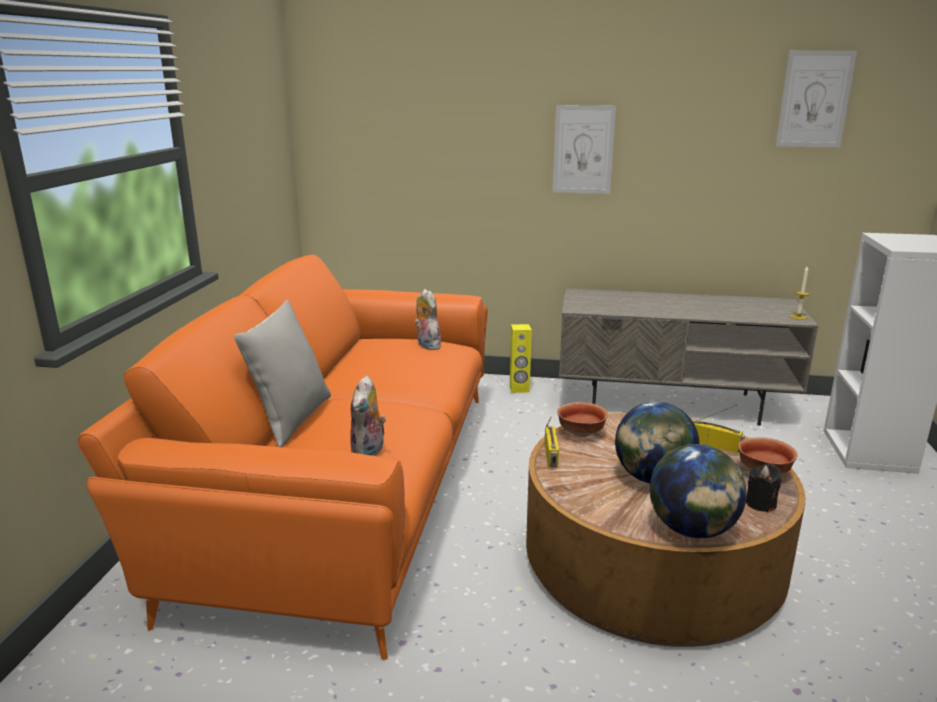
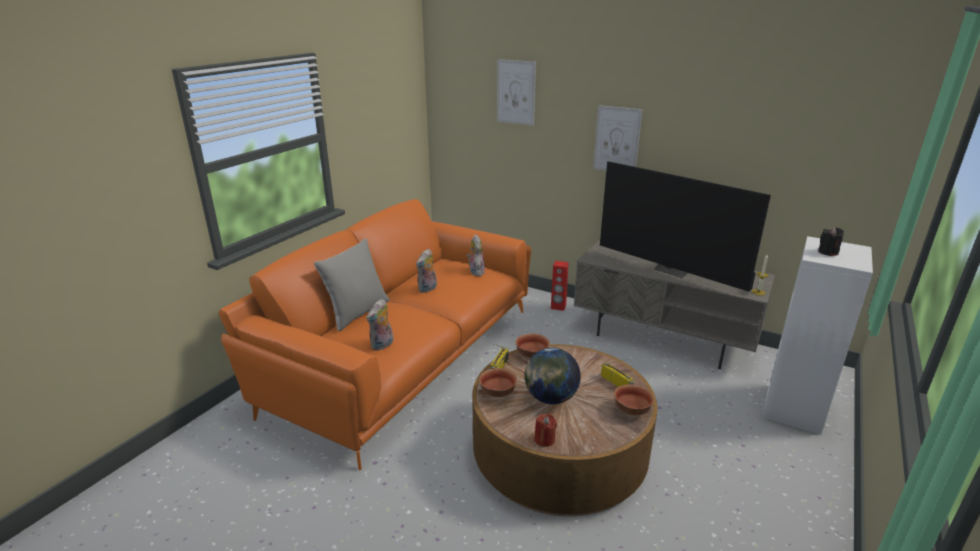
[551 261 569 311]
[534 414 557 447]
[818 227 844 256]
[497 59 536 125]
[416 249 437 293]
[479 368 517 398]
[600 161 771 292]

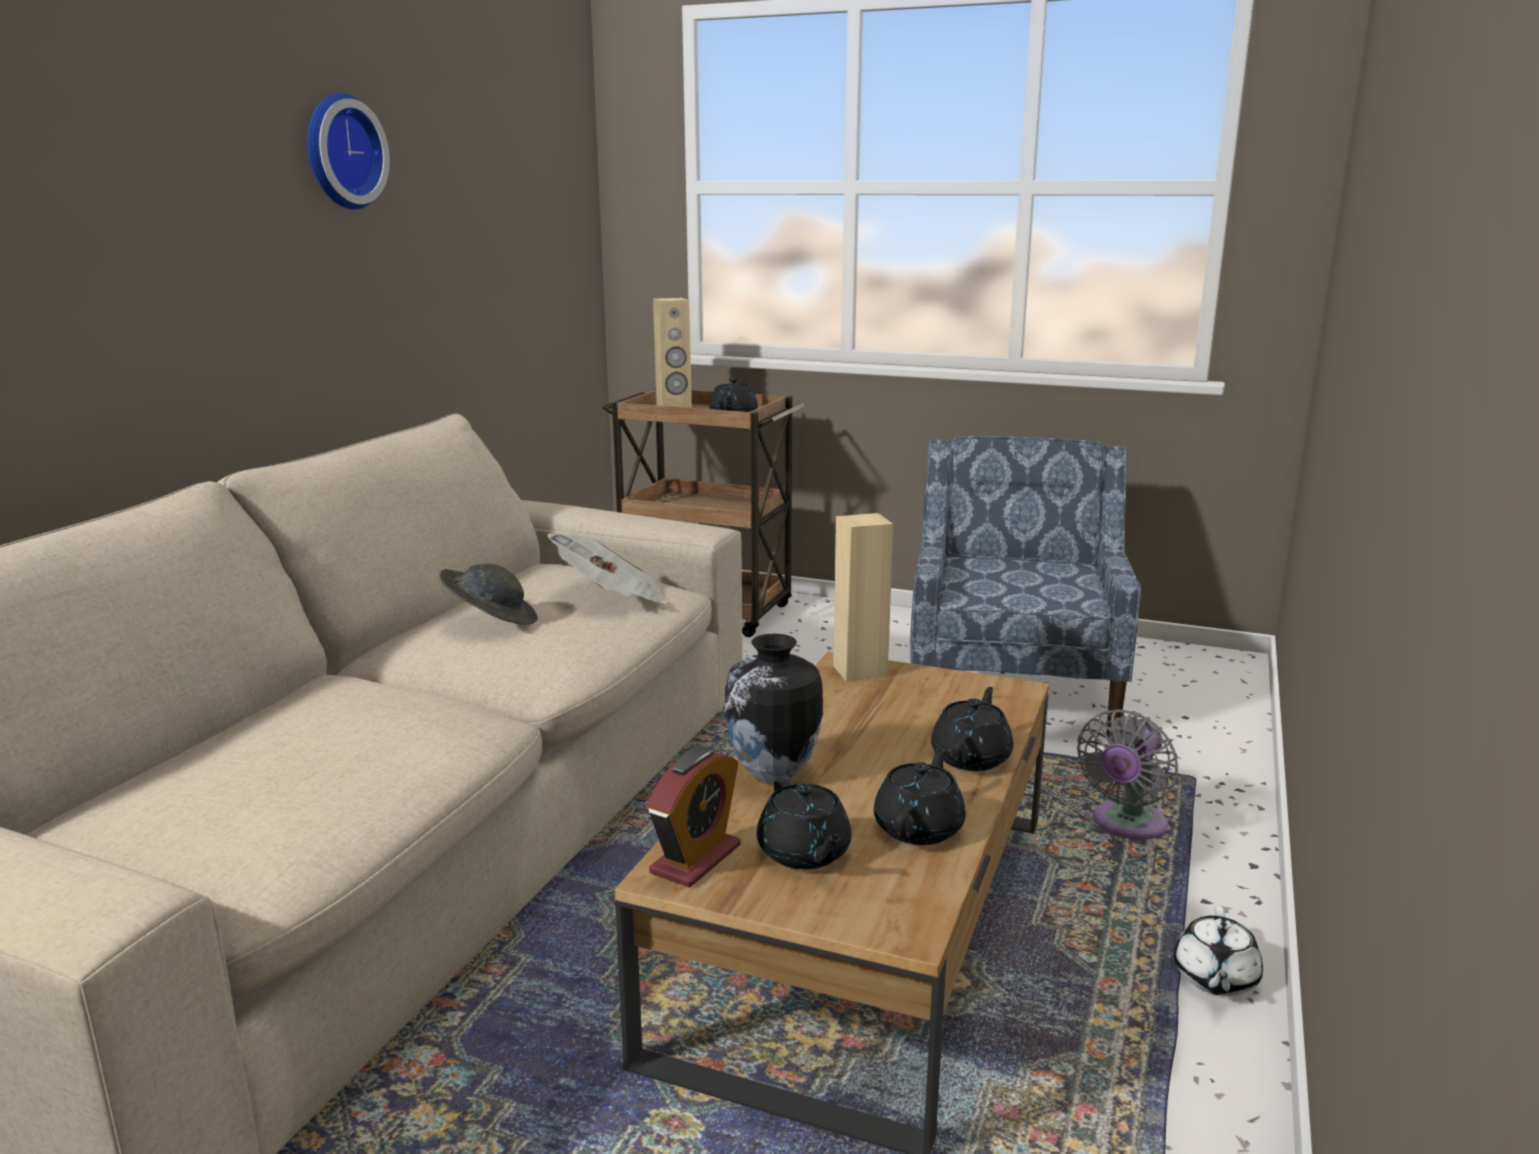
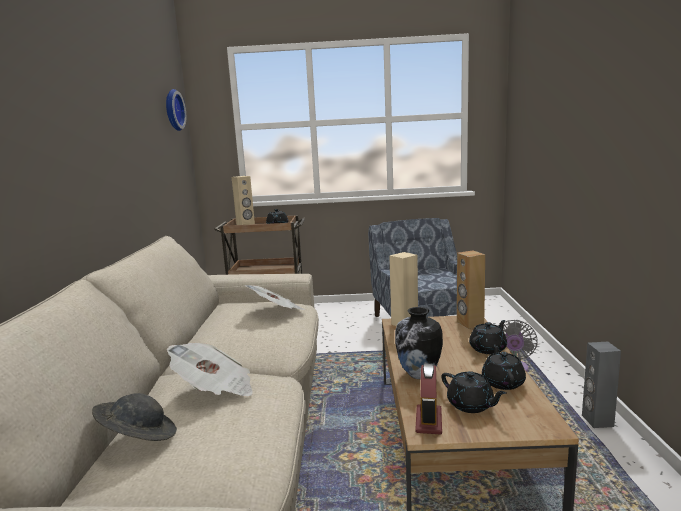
[166 89 186 131]
[92 393 177 441]
[469 320 507 354]
[582 342 621 428]
[167 343 253 396]
[457 250 485 329]

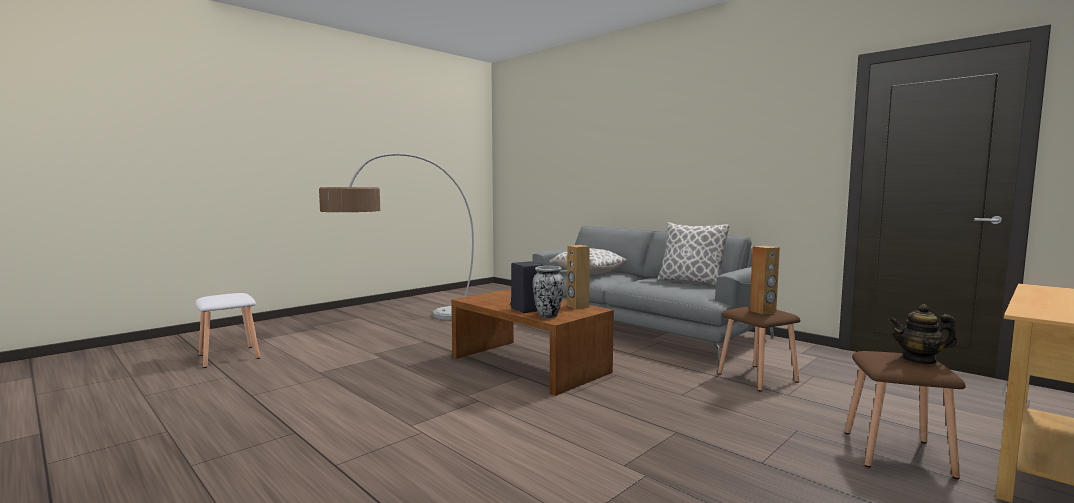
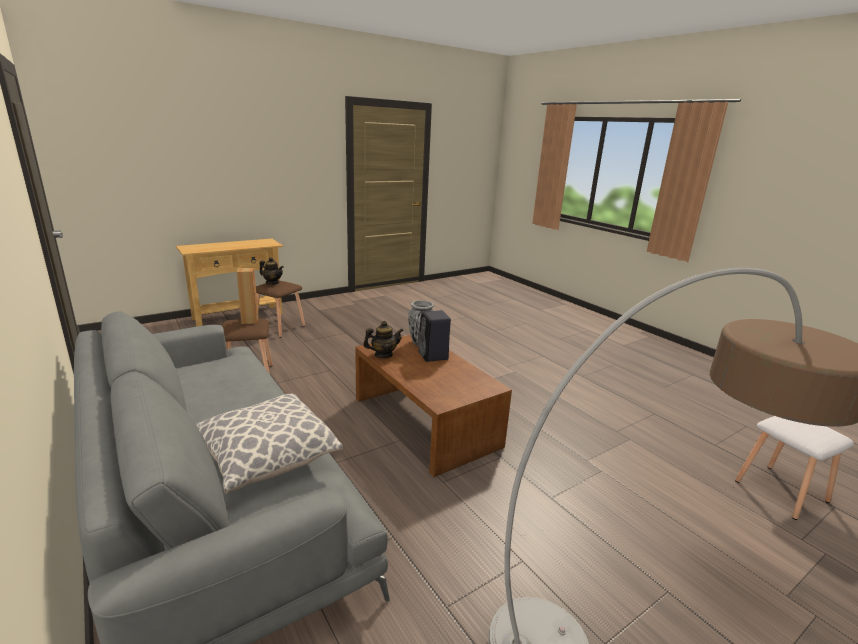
[363 321 404 358]
[657 222 730 286] (first image)

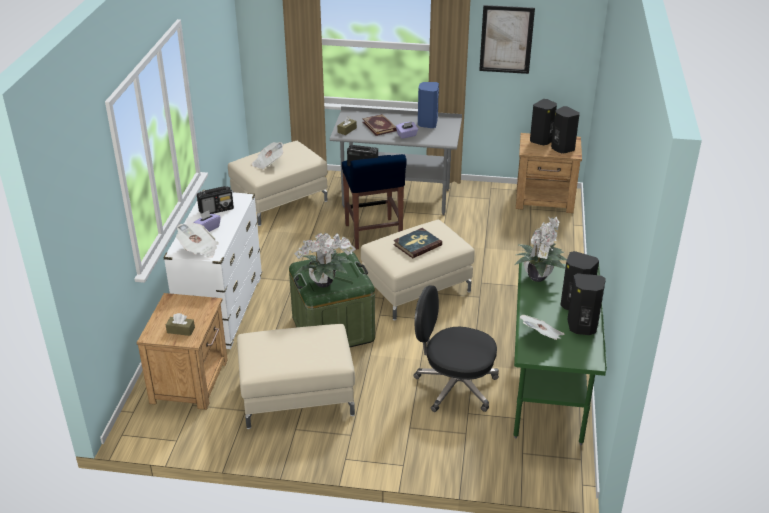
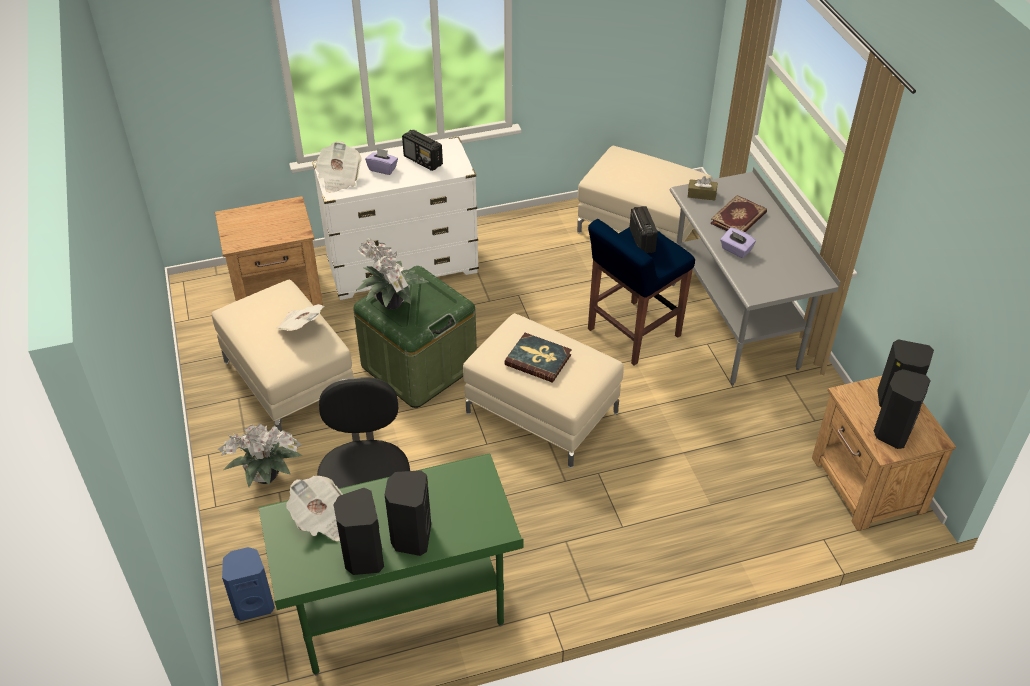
[166 313 195 336] (first image)
[276 304 324 331]
[222 547 275 621]
[479 5 535 74] (first image)
[218 424 302 487]

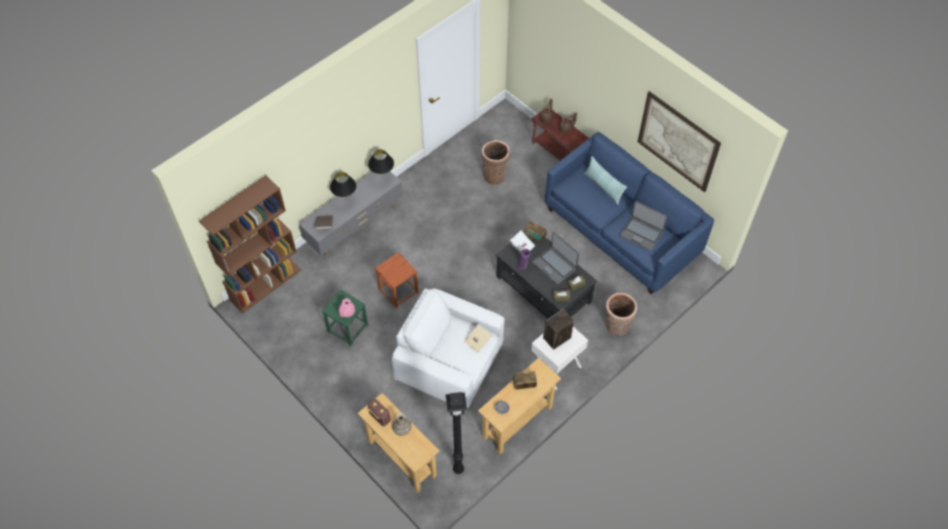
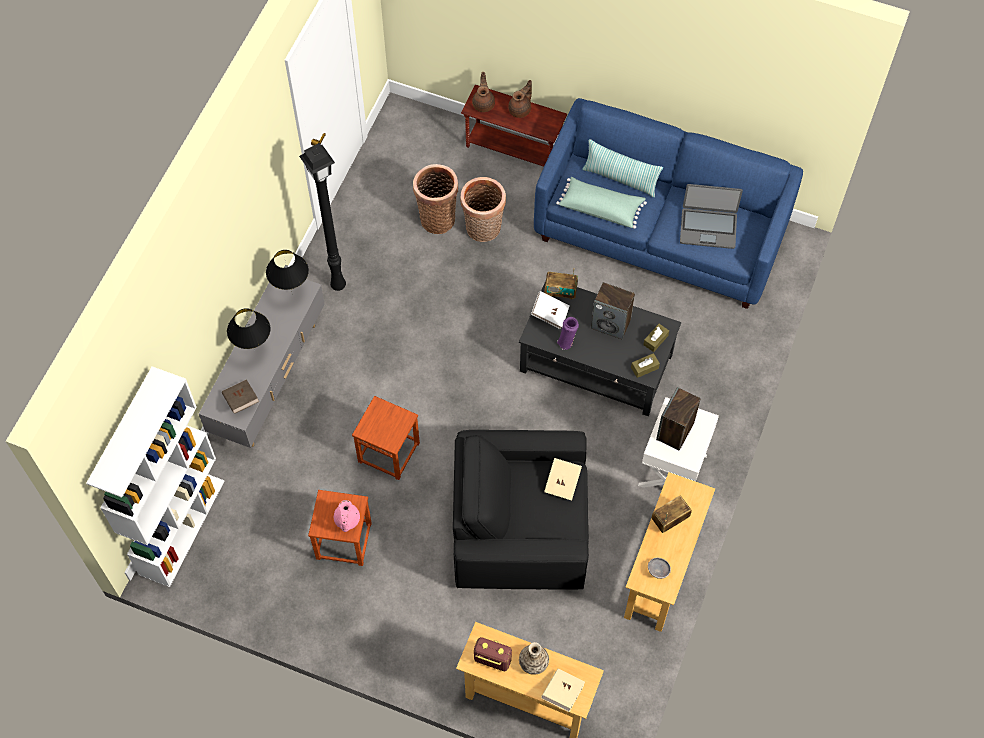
[86 366 224 587]
[308 490 372 566]
[453 430 589 589]
[299 143 346 291]
[591 282 635 340]
[460 177 506 242]
[637 91 721 193] (first image)
[541 669 585 712]
[556 177 647 229]

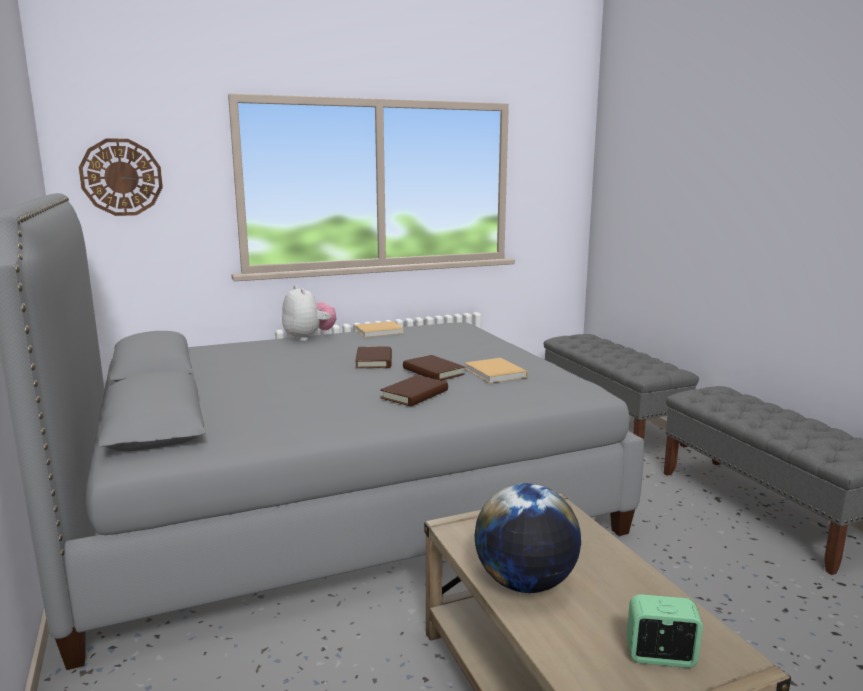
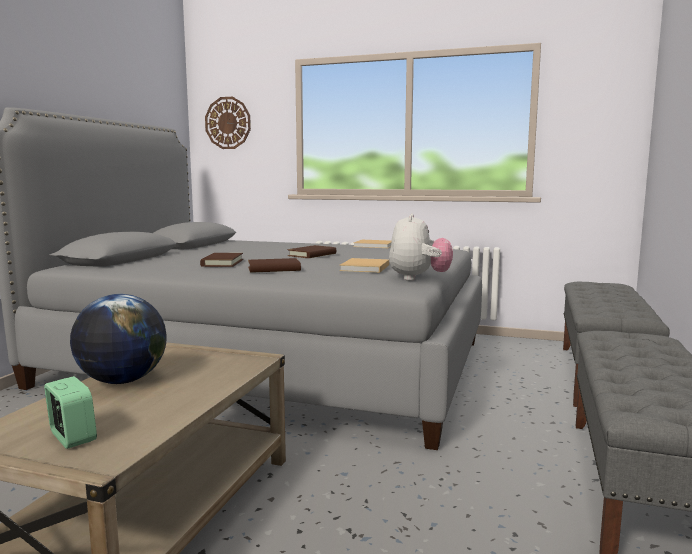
[389 213 453 281]
[200 253 243 267]

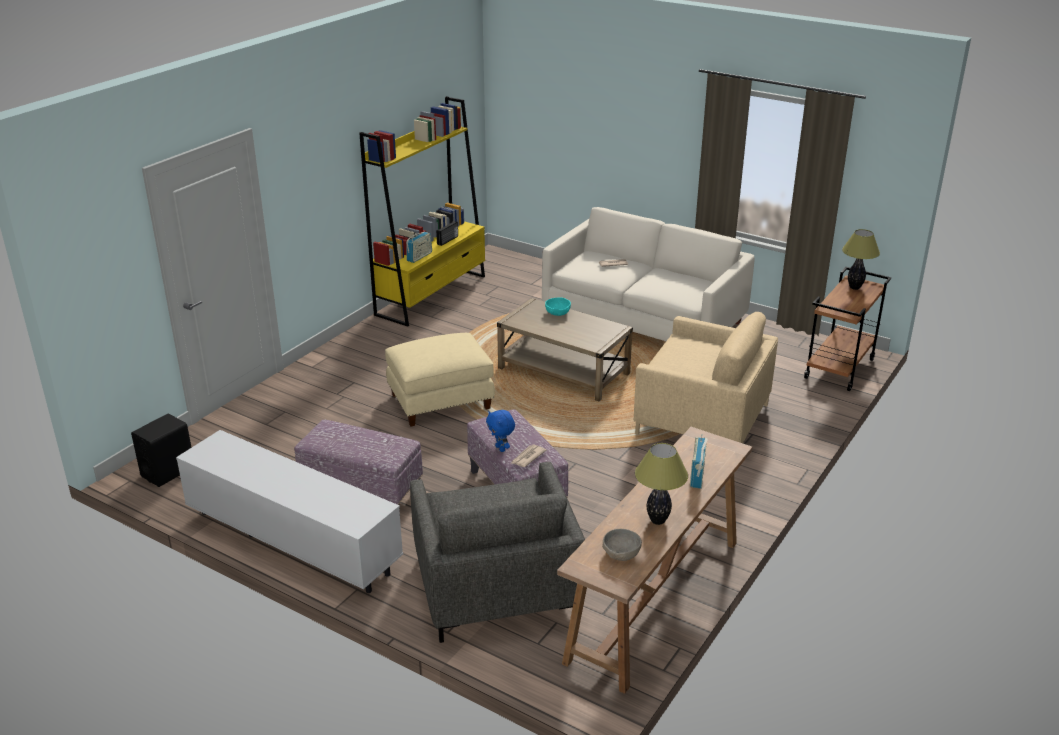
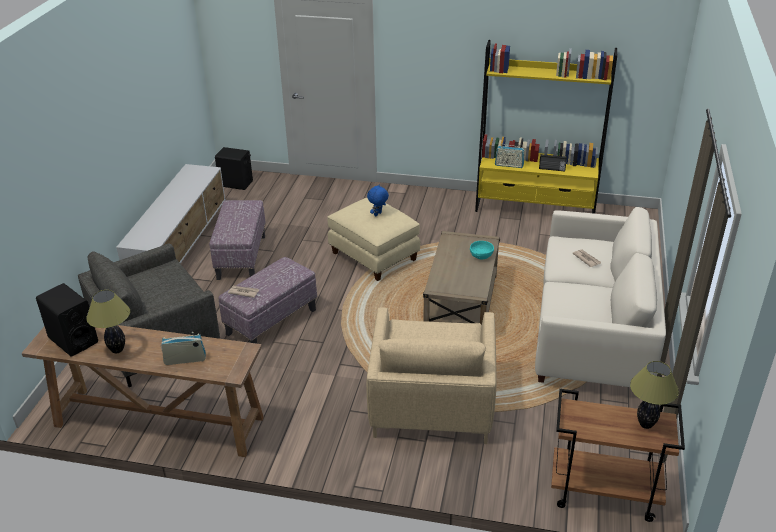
[367 184 389 216]
[36 283 98 357]

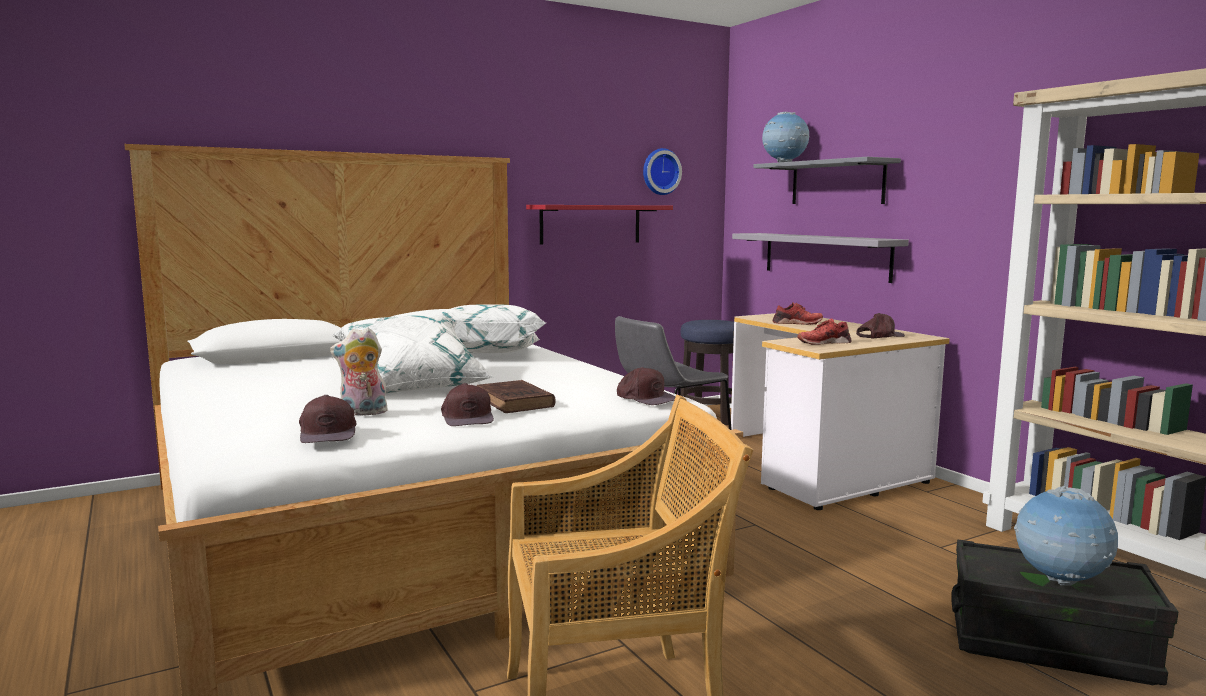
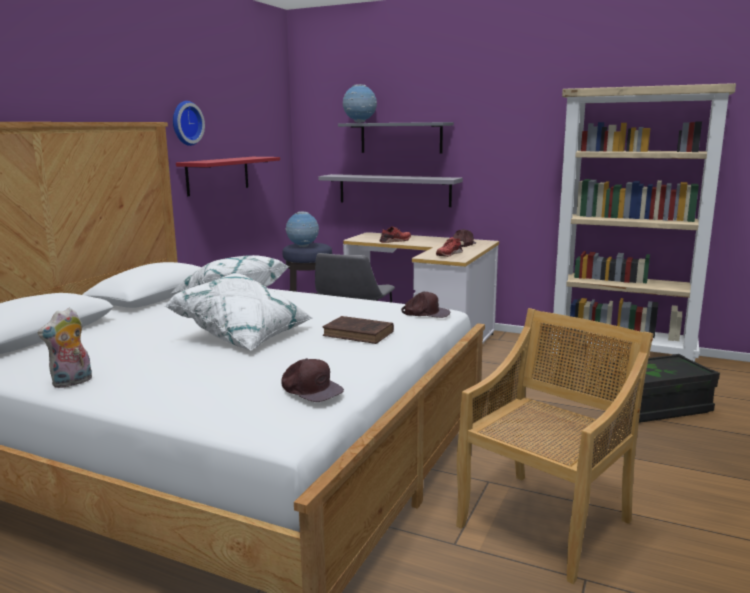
[37 308 92 388]
[441 383 494 426] (first image)
[173 101 205 146]
[285 212 319 247]

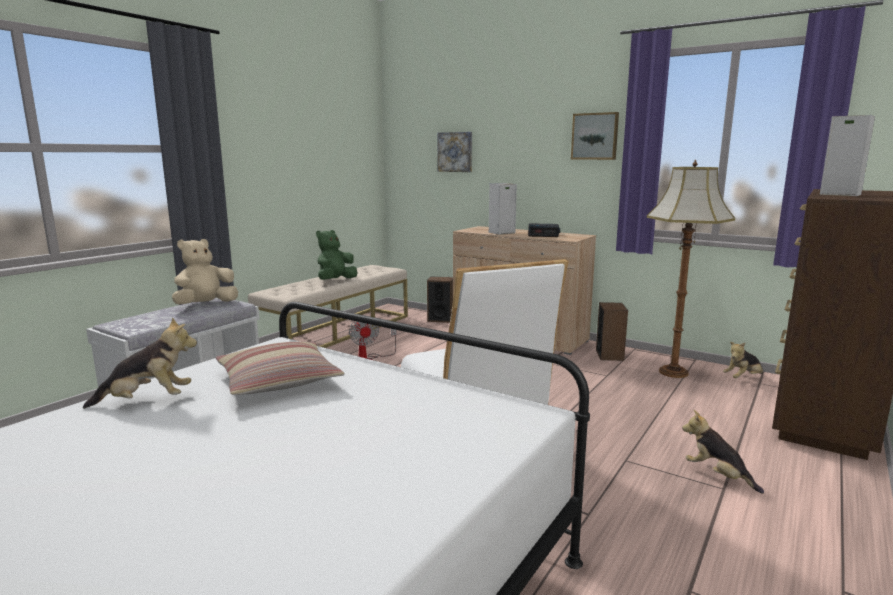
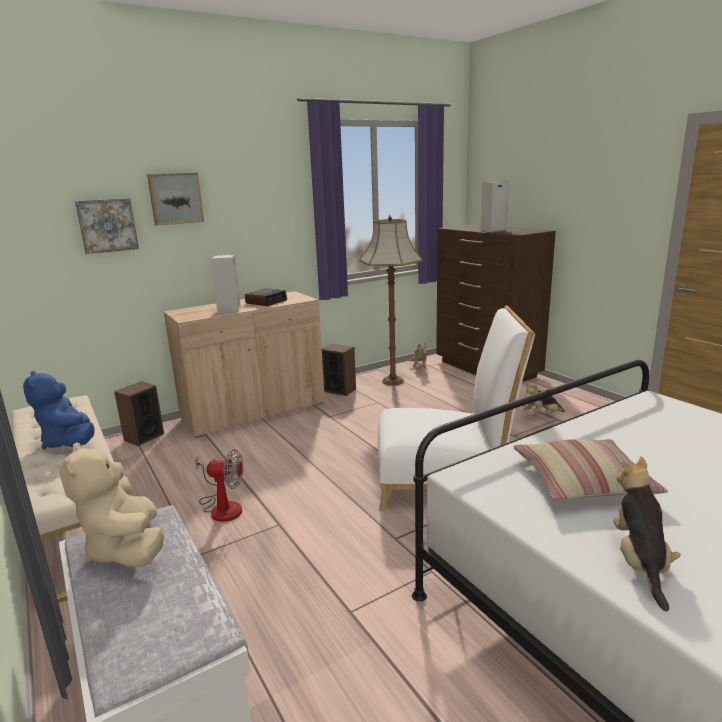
[23 371 95 449]
[147 173 204 226]

